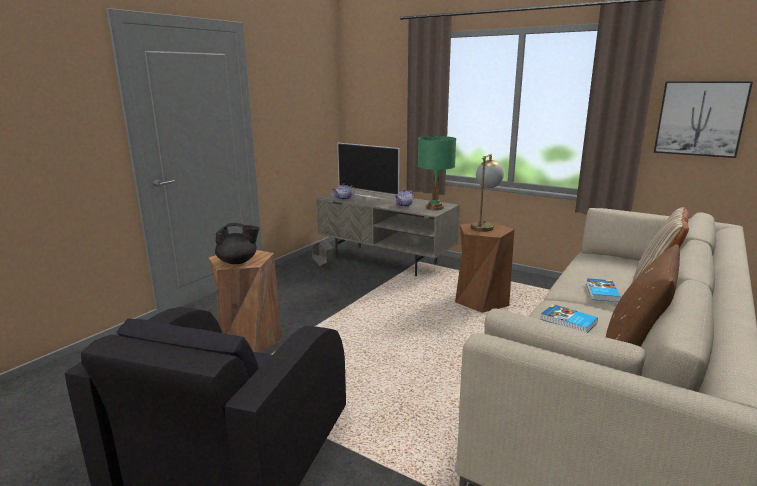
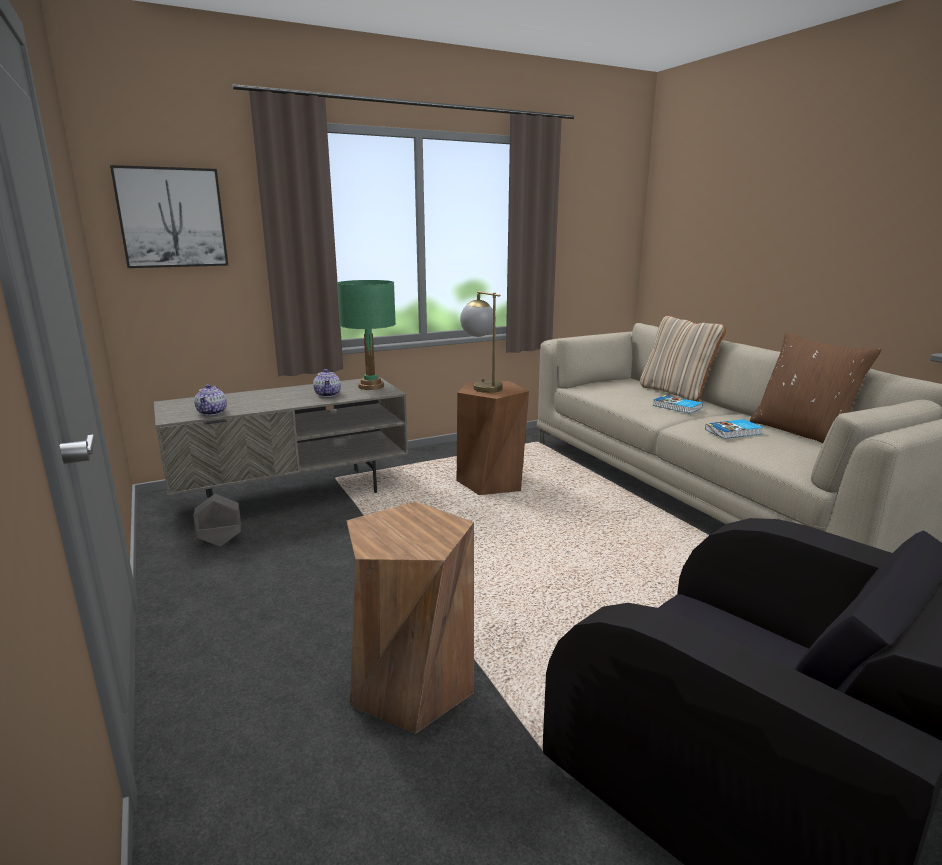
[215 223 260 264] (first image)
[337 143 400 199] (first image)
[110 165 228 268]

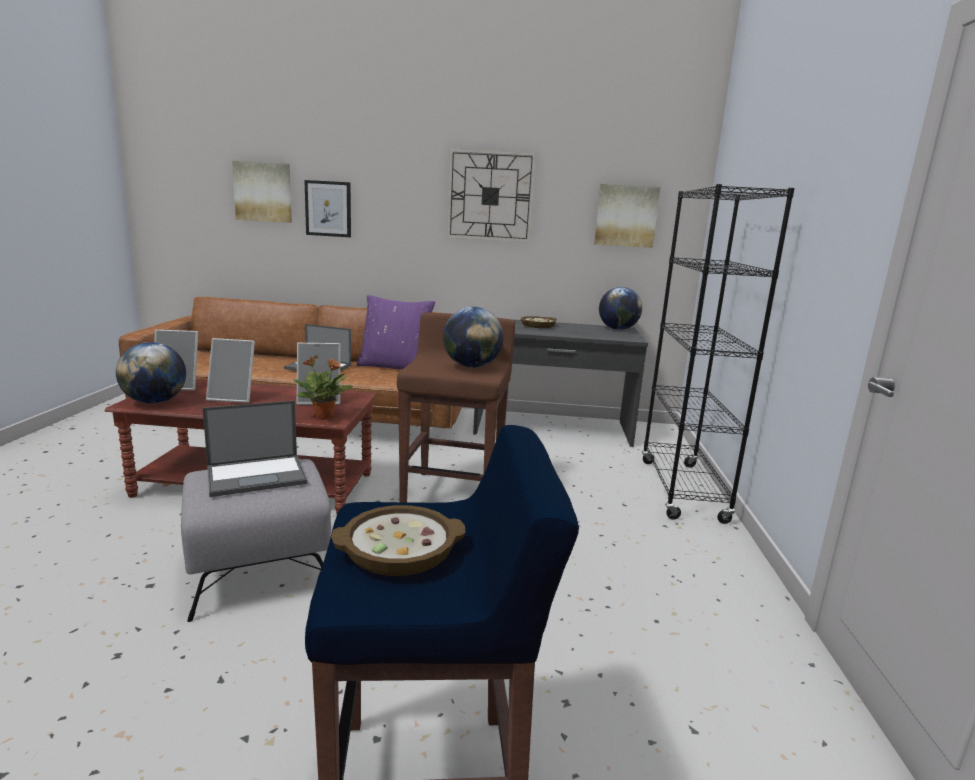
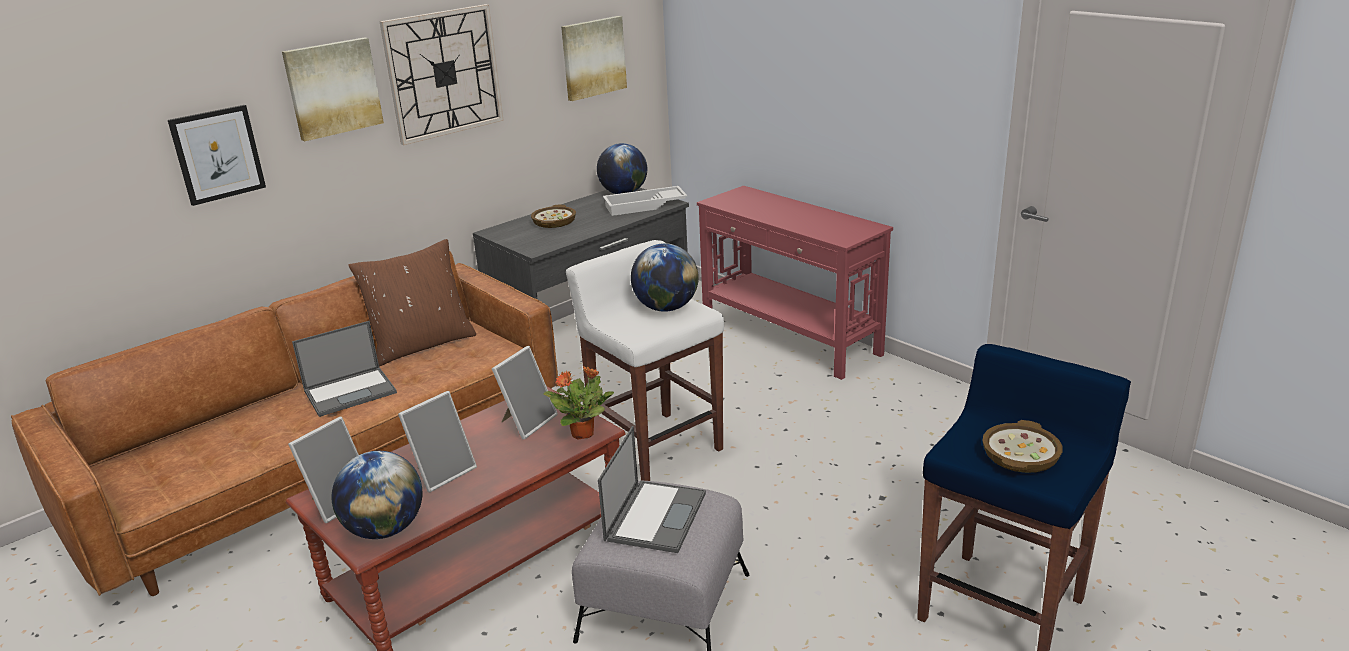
[282 37 384 141]
[348 239 476 366]
[566 240 724 481]
[697 186 893 380]
[603 186 687 216]

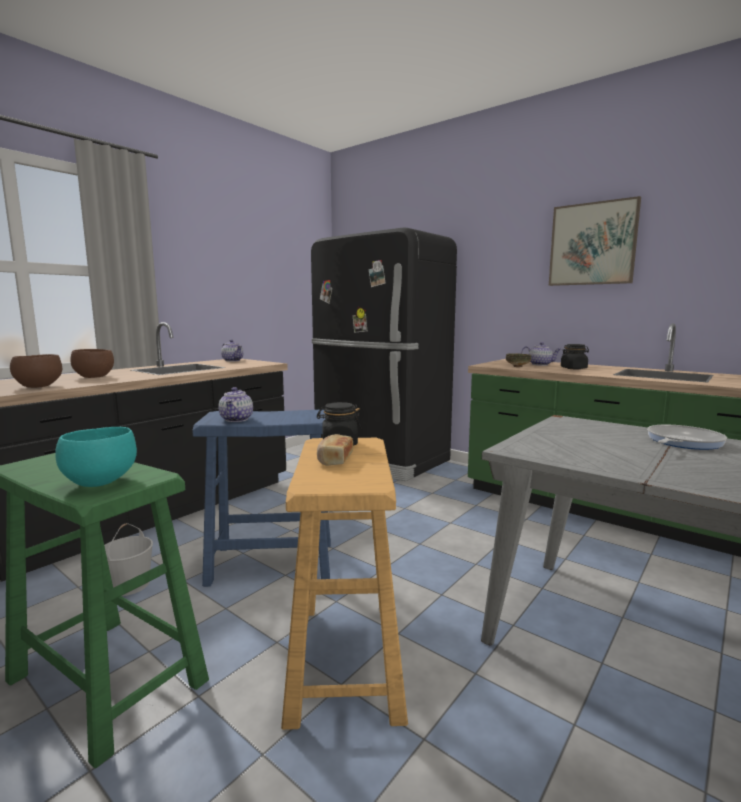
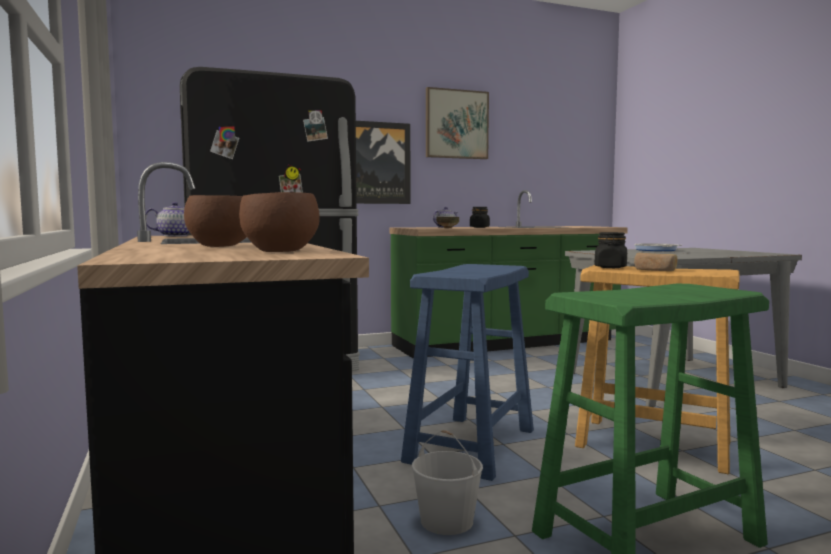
[55 427 137 487] (first image)
[218 387 253 422] (first image)
[356 121 410 204]

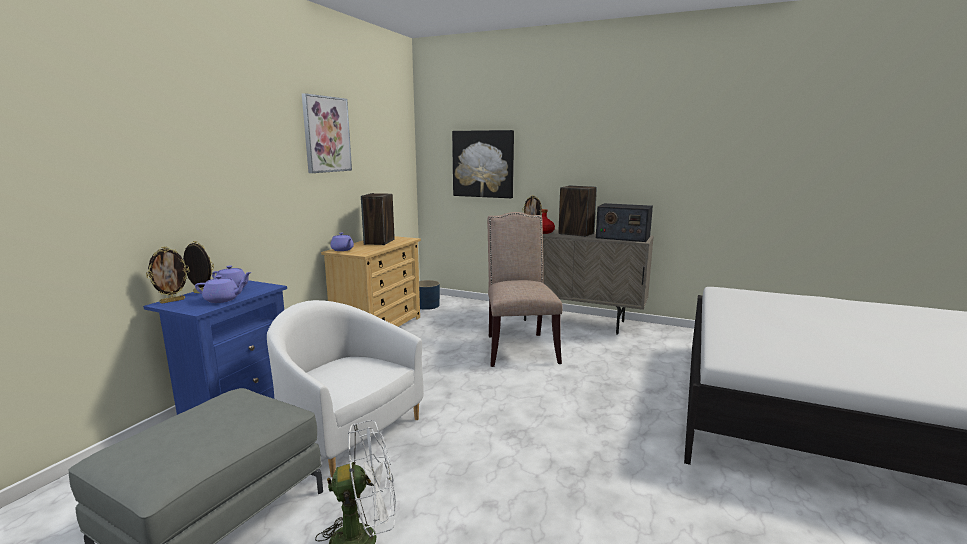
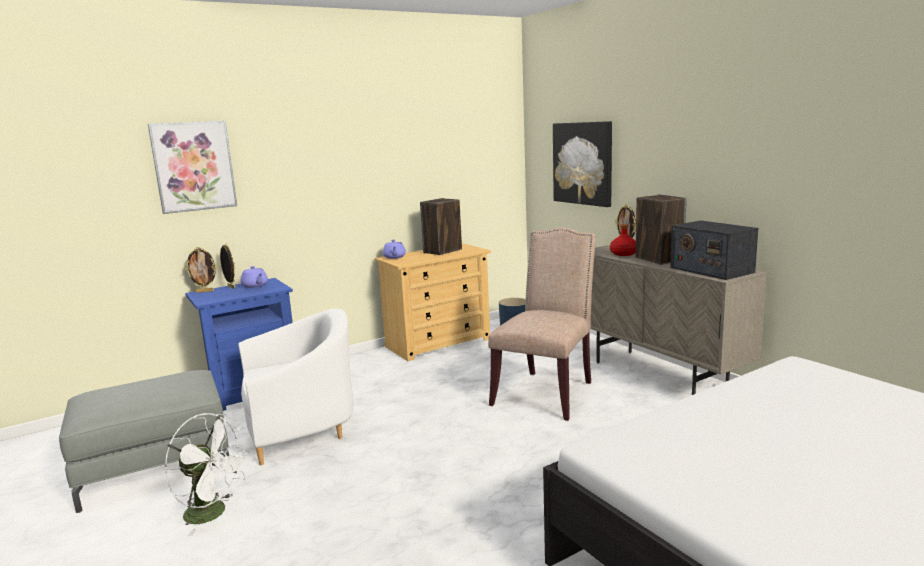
[195 275 246 303] (first image)
[238 308 354 465]
[148 121 237 214]

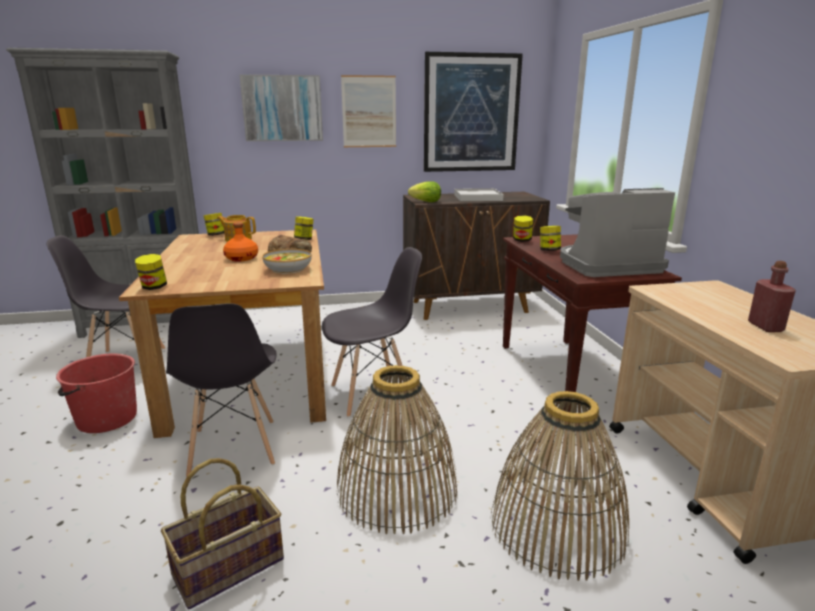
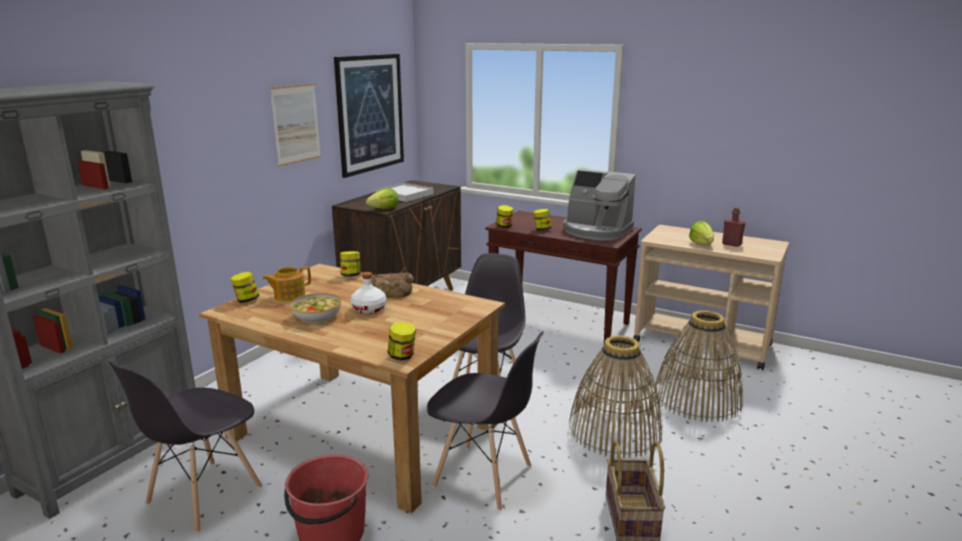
[350 272 387 314]
[239 74 323 141] (first image)
[290 293 341 323]
[563 169 636 241]
[689 221 714 245]

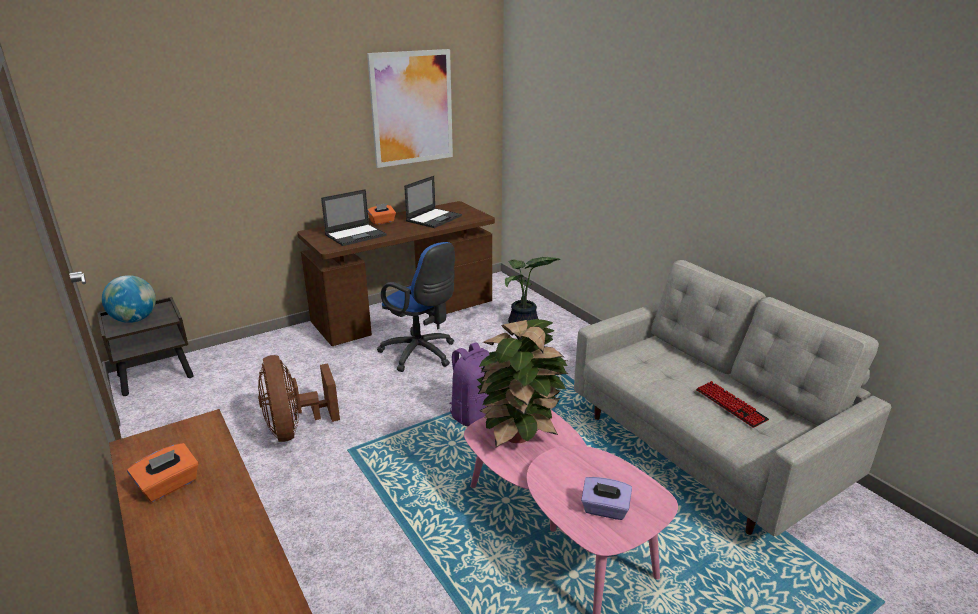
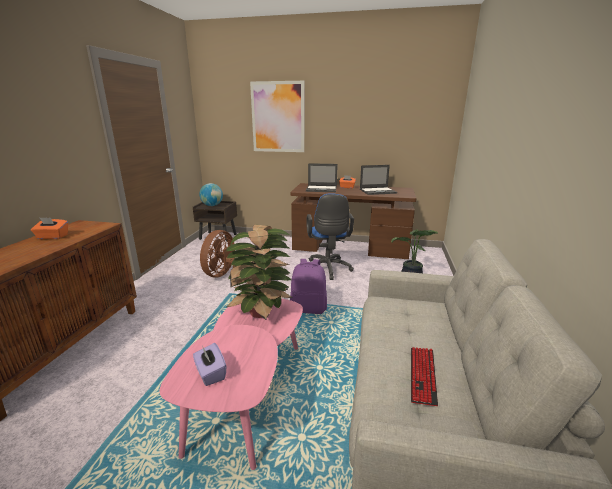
[250 81 305 152]

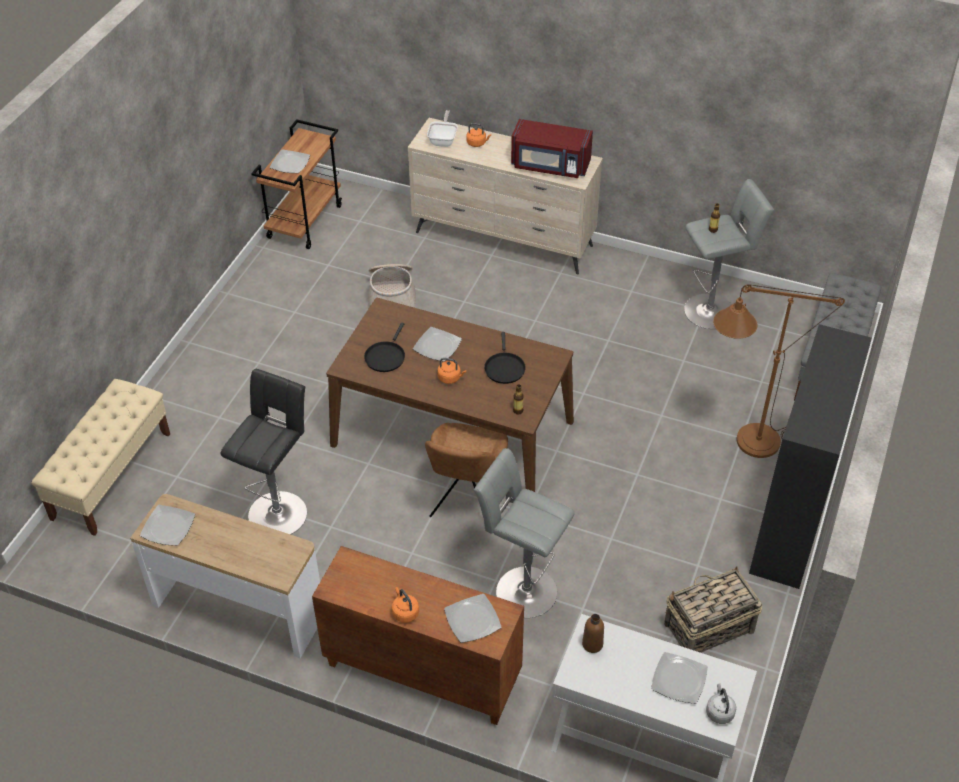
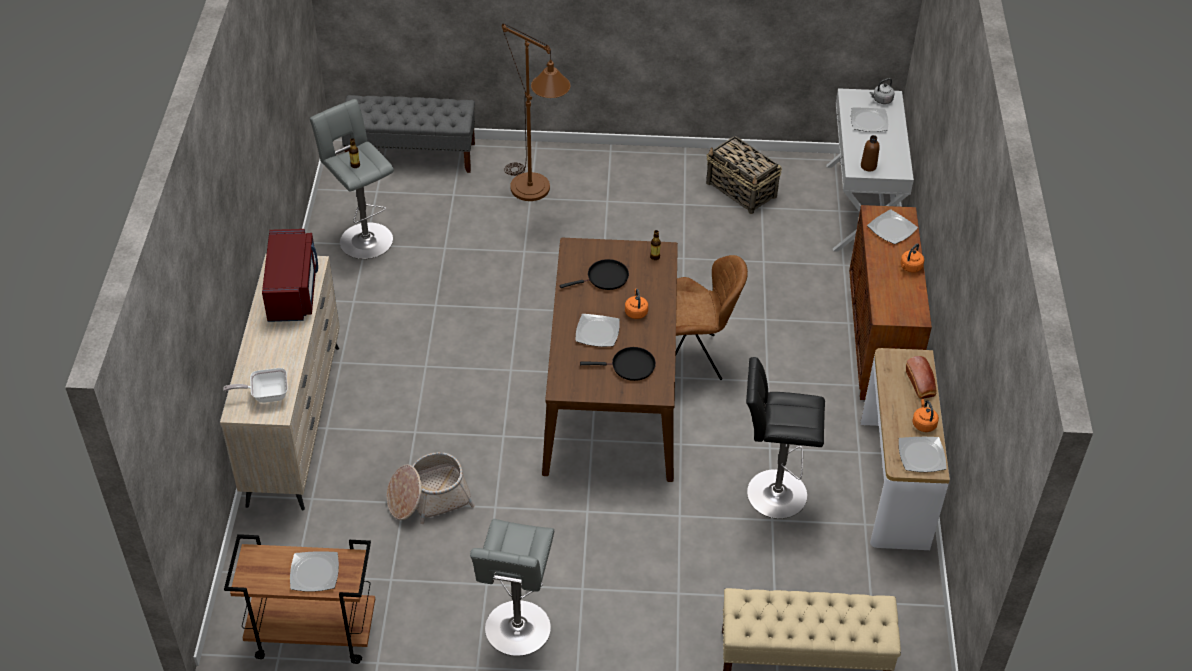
[912 399 939 432]
[470 519 554 656]
[749 324 872 589] (first image)
[906 356 937 399]

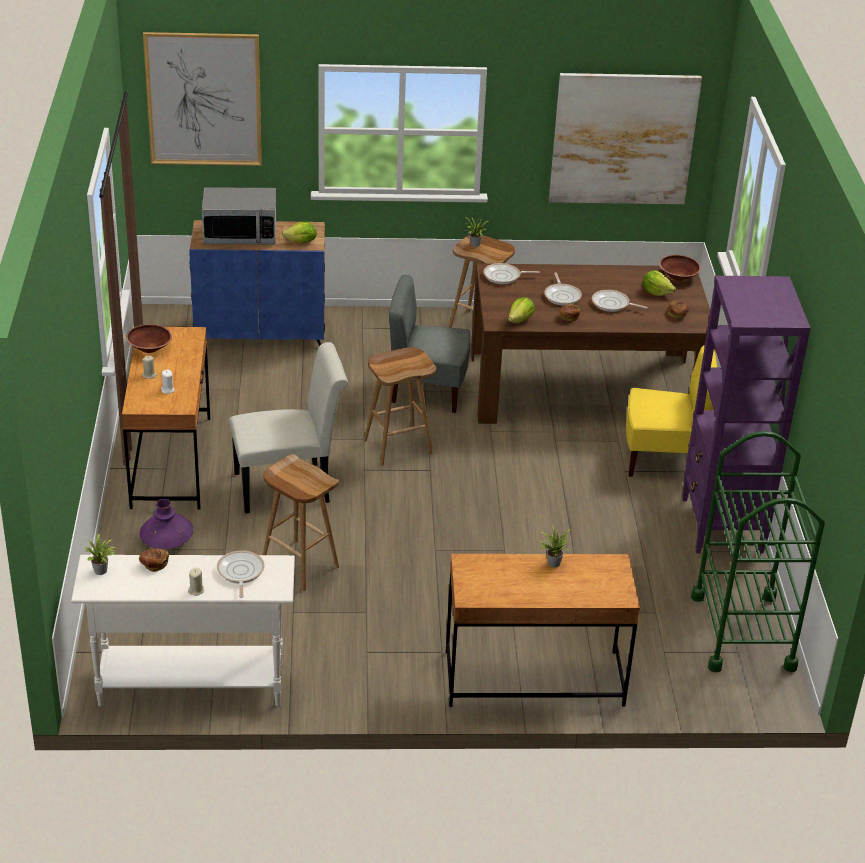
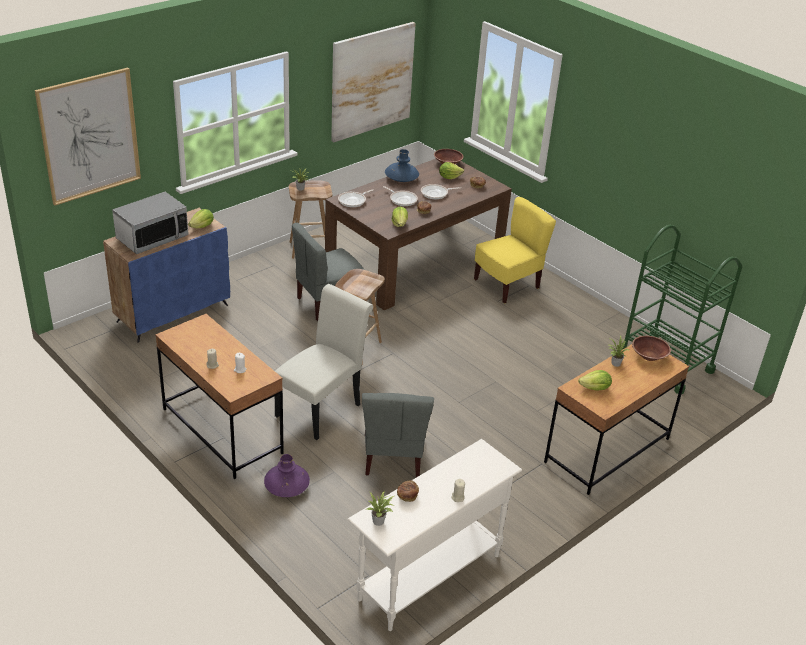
[632 336 671 361]
[217 550 265 598] (first image)
[362 393 434 477]
[682 276 811 553] (first image)
[385 149 419 182]
[578 370 612 391]

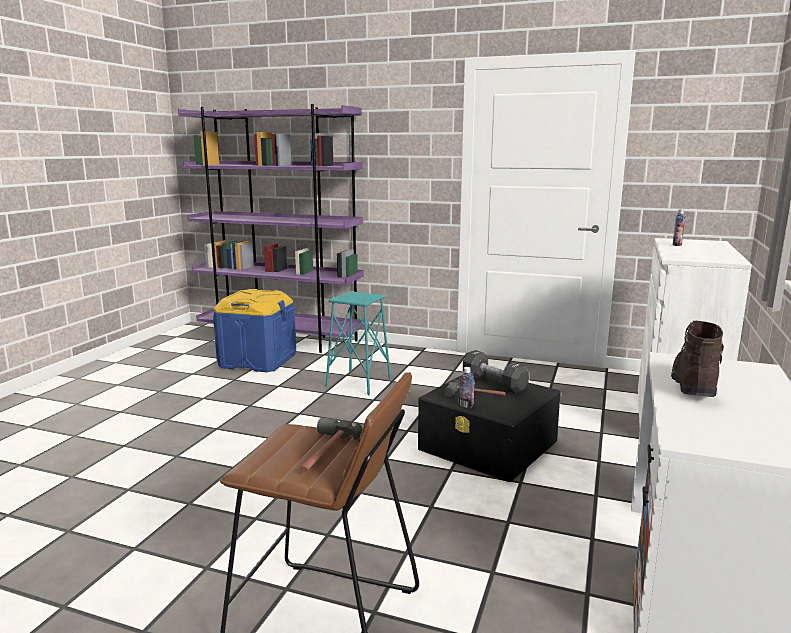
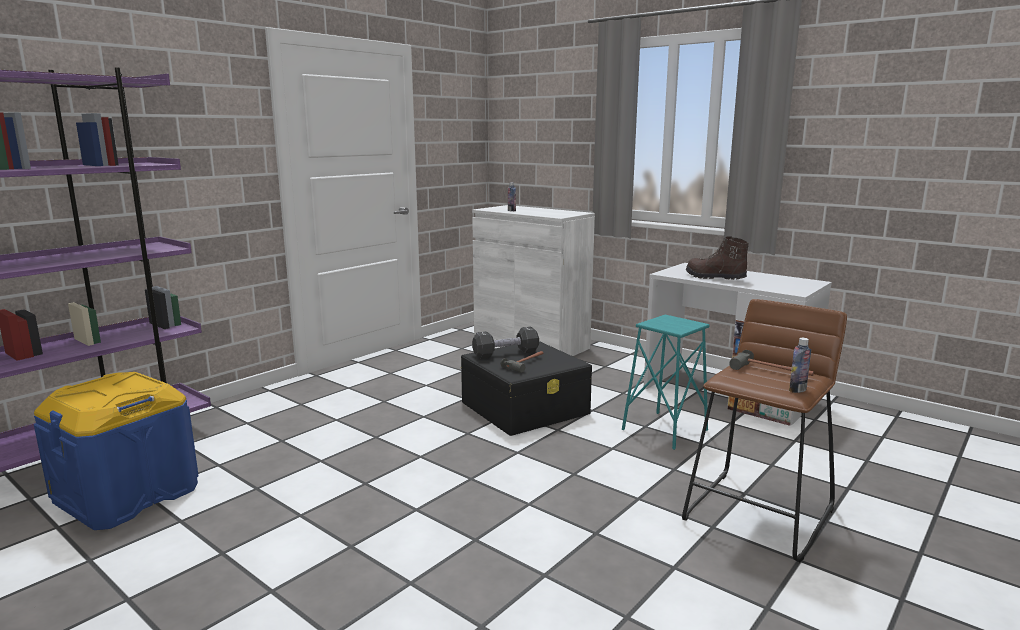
[622 314 710 450]
[789 338 811 393]

